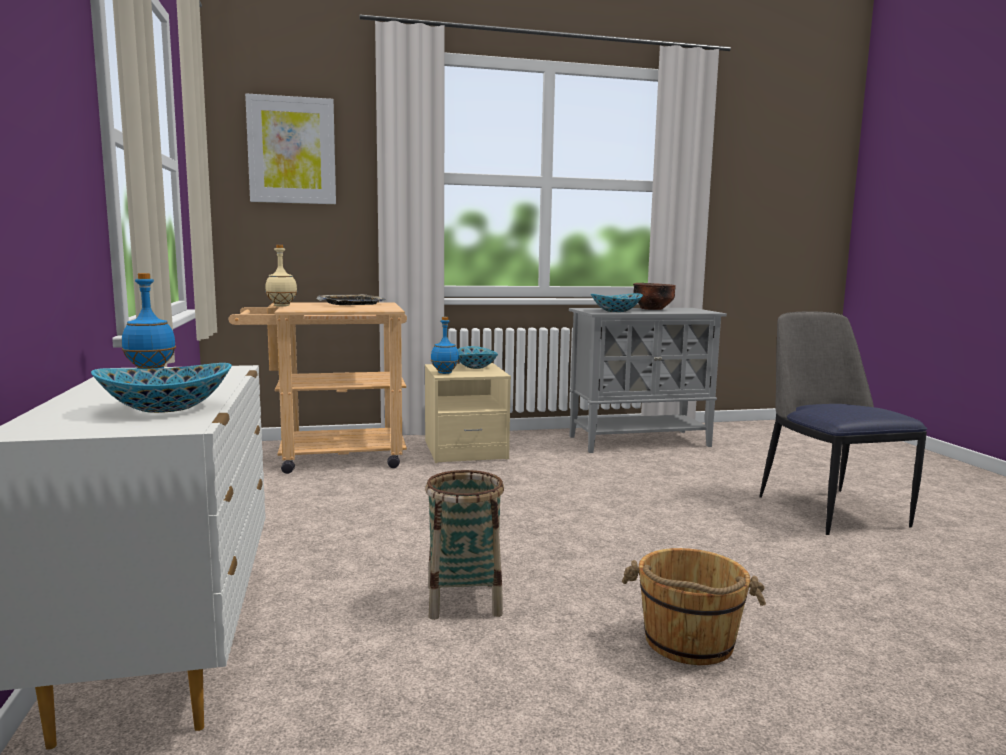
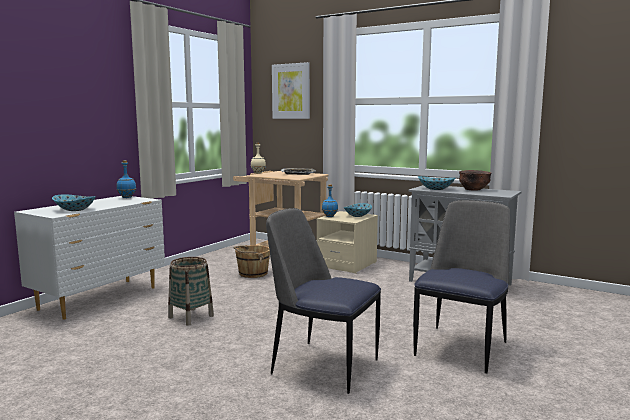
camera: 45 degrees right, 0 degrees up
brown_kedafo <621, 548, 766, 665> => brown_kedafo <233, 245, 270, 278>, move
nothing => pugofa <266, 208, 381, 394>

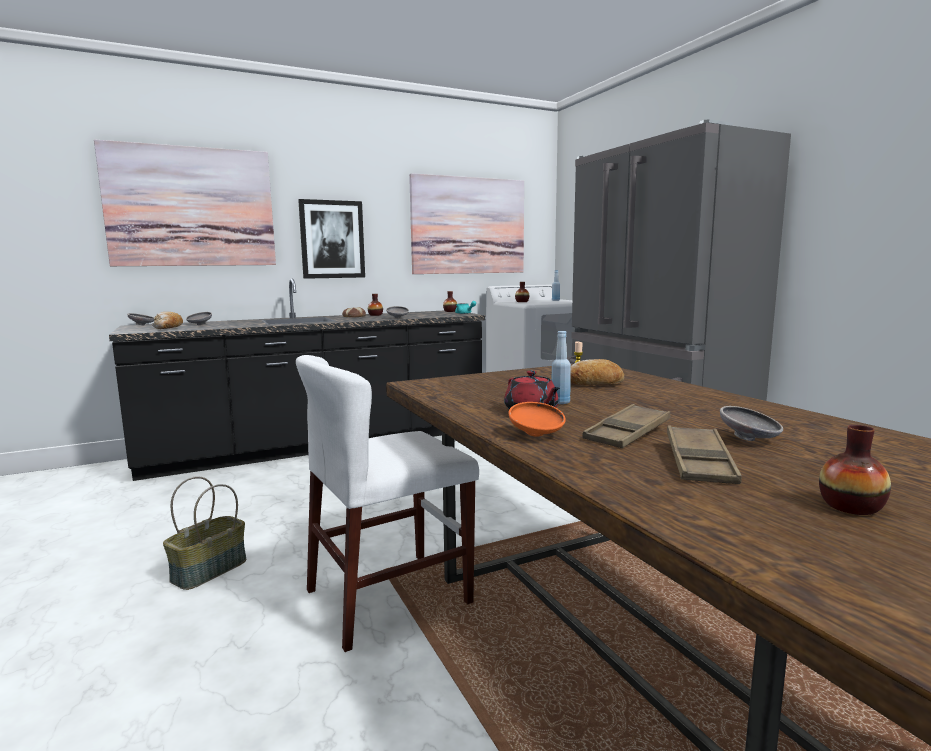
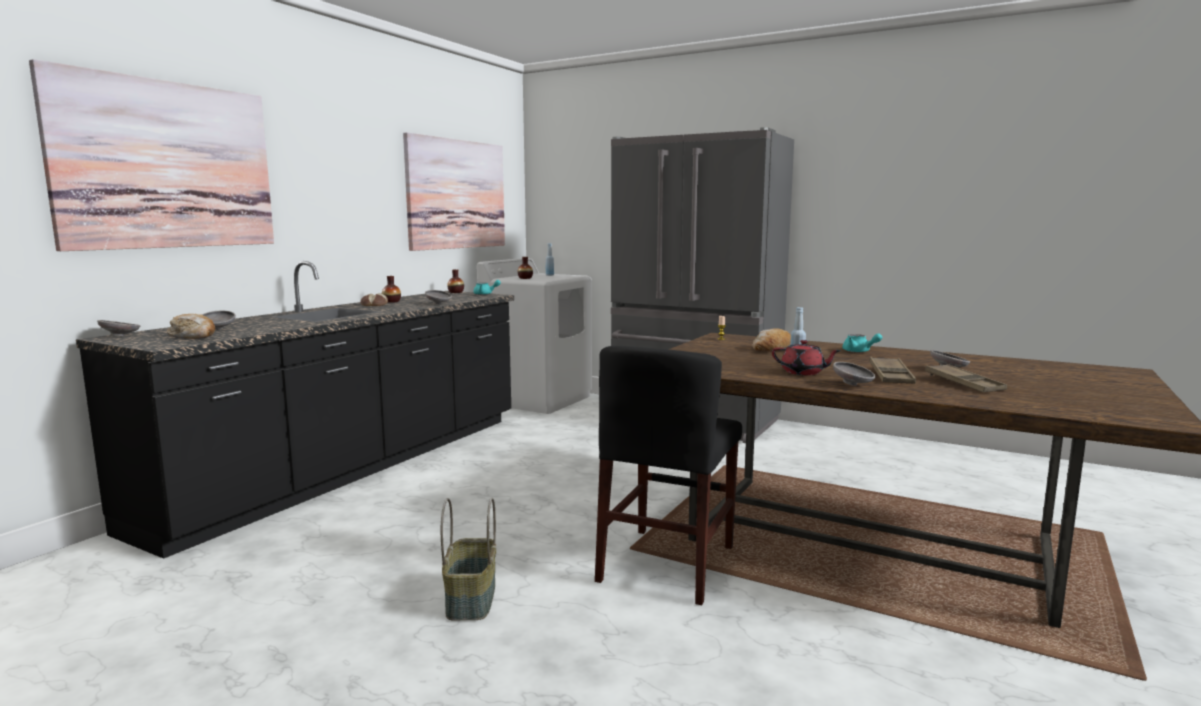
camera: 35 degrees left, 0 degrees up
white_pugofa <296, 355, 479, 652> => black_pugofa <595, 346, 742, 605>
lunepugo <298, 199, 365, 279> => nothing
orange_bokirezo <508, 402, 566, 437> => grey_bokirezo <833, 362, 876, 386>
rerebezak <819, 425, 891, 515> => nothing
nothing => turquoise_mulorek <842, 334, 882, 352>

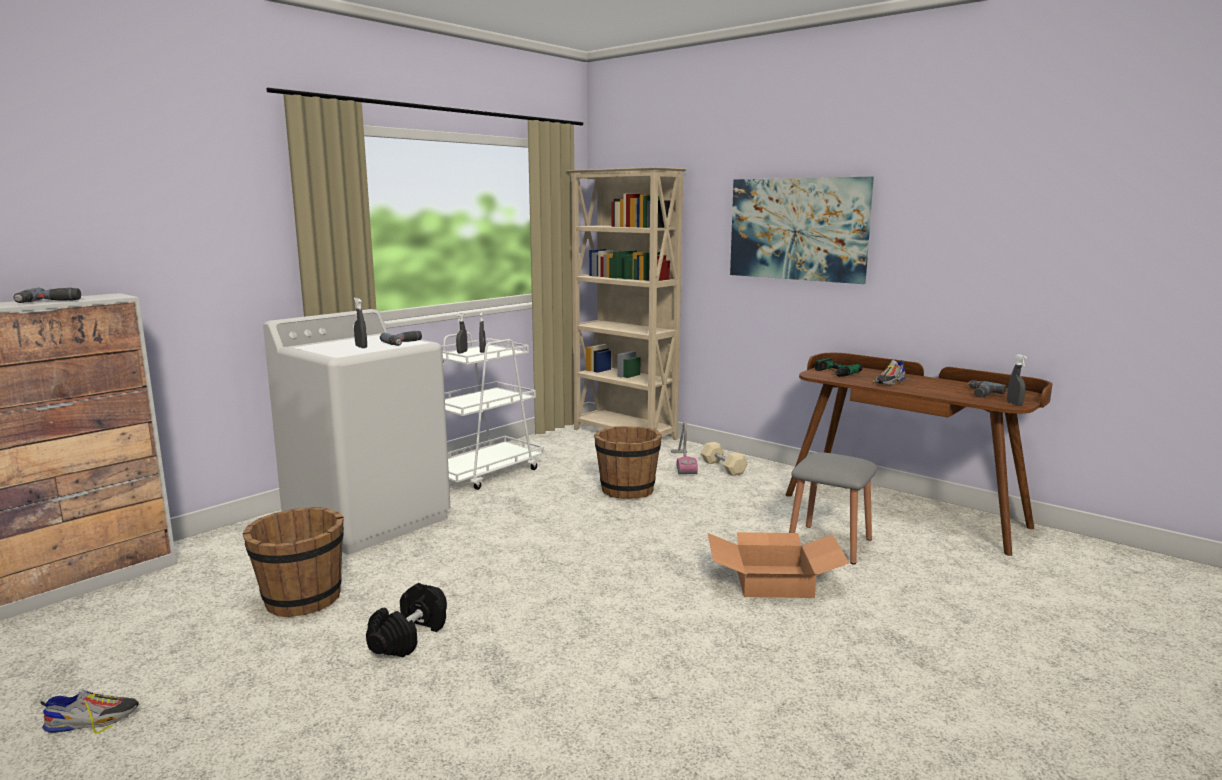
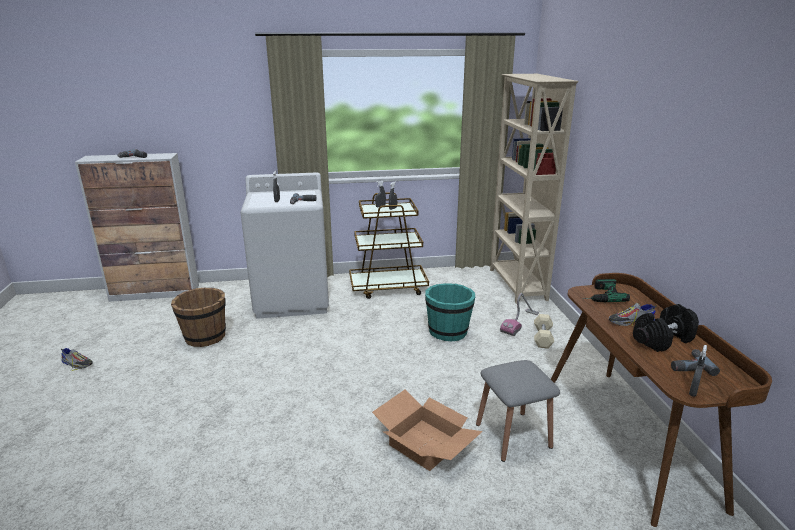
camera: 40 degrees right, 10 degrees up
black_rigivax <366, 583, 447, 658> => black_rigivax <633, 304, 699, 352>, move
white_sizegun <442, 332, 544, 490> => brown_sizegun <349, 192, 429, 299>
brown_kedafo <594, 426, 662, 499> => turquoise_kedafo <425, 283, 475, 341>
lunepugo <730, 177, 874, 284> => nothing

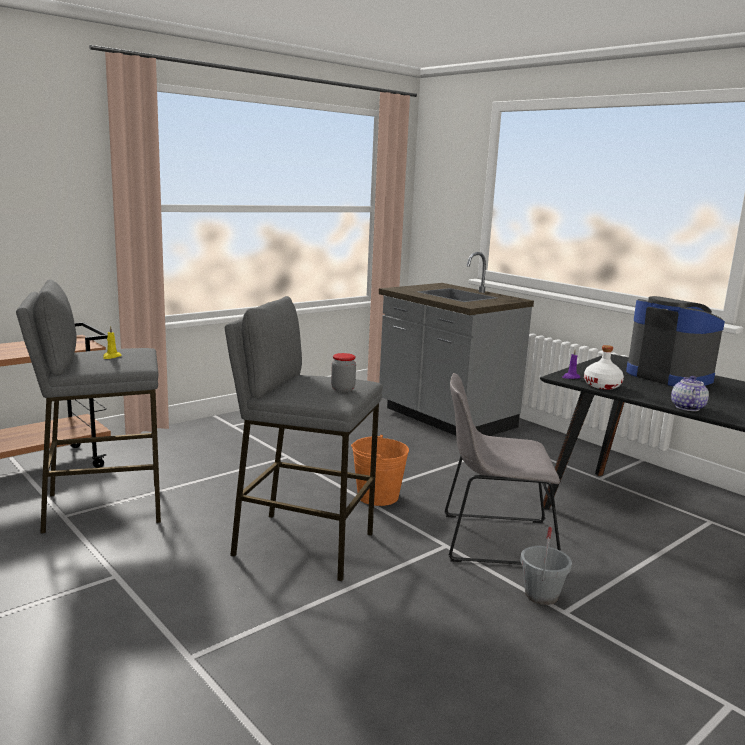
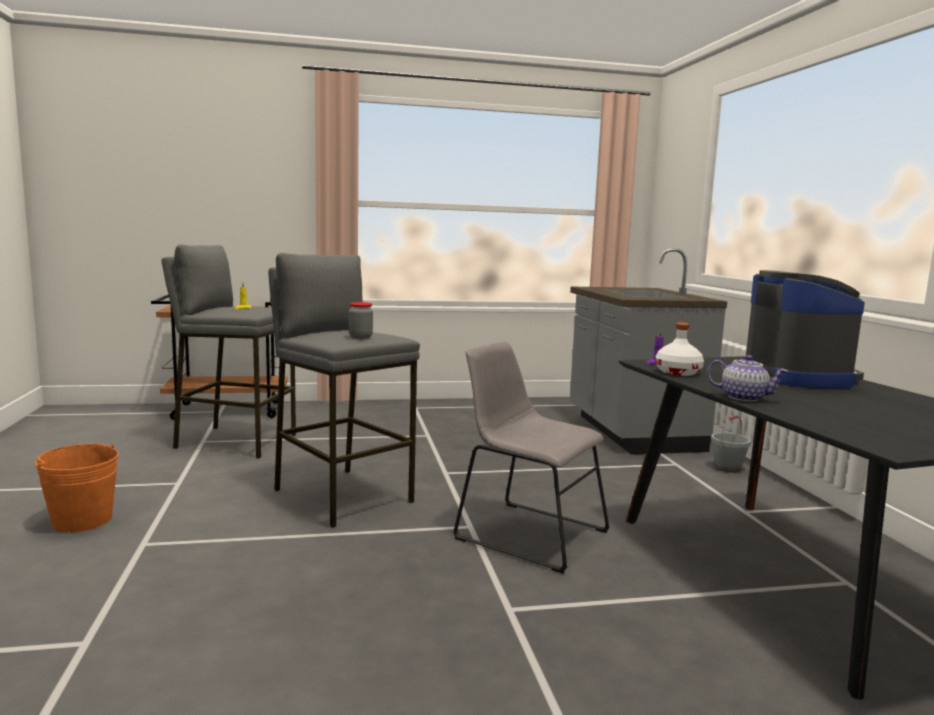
camera: 30 degrees right, 5 degrees down
orange_kedafo <351, 435, 409, 506> => orange_kedafo <35, 444, 119, 532>, move
grey_kedafo <520, 527, 572, 605> => grey_kedafo <711, 415, 751, 472>, move
mulorek <671, 376, 709, 411> => mulorek <707, 355, 788, 402>, 75 degrees clockwise

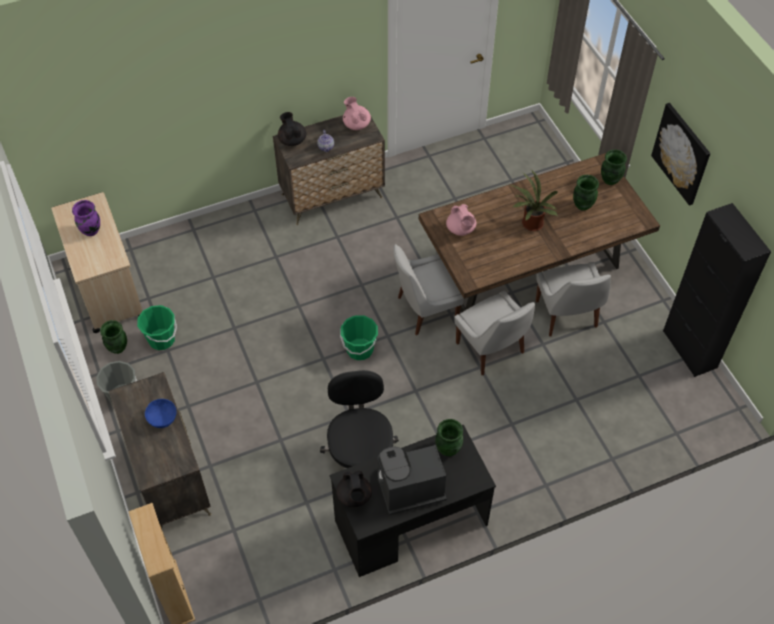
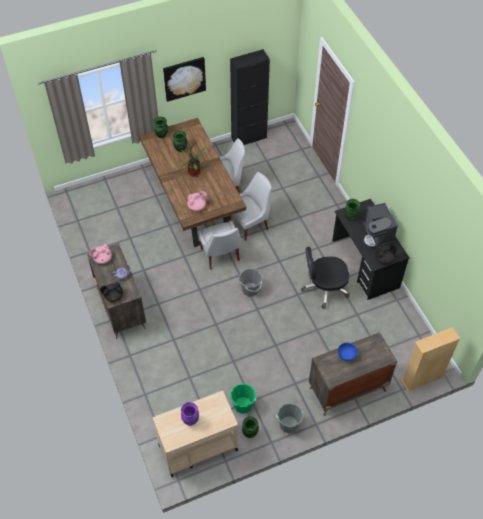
camera: 90 degrees left, 0 degrees up
green_kedafo <340, 315, 378, 360> => grey_kedafo <239, 268, 262, 296>

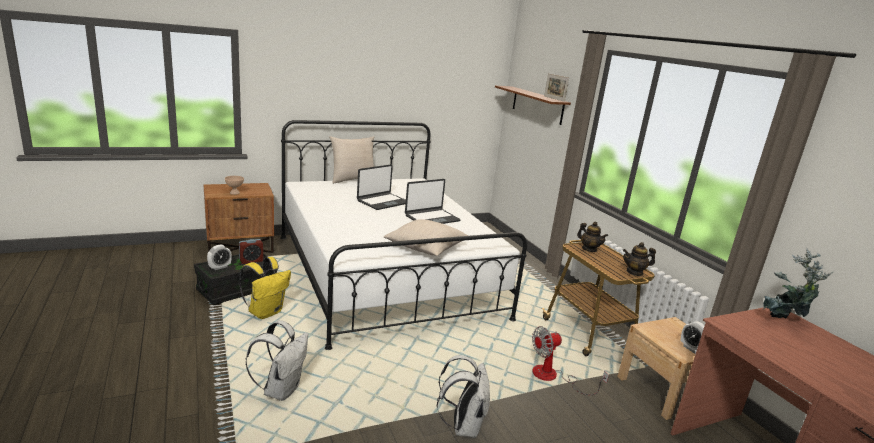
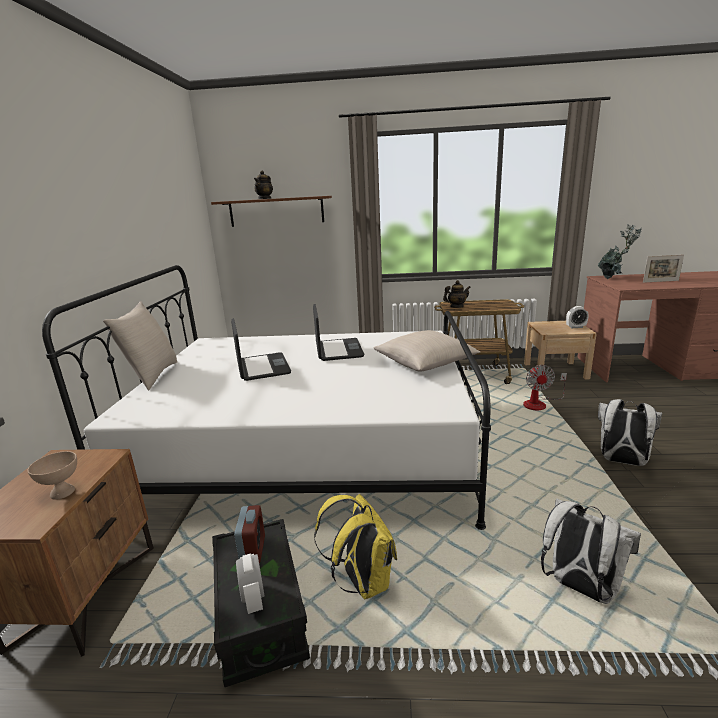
camera: 60 degrees left, 0 degrees up
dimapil <544, 73, 569, 102> => dimapil <643, 254, 684, 283>, move
mulorek <623, 242, 656, 276> => mulorek <254, 170, 273, 199>, move

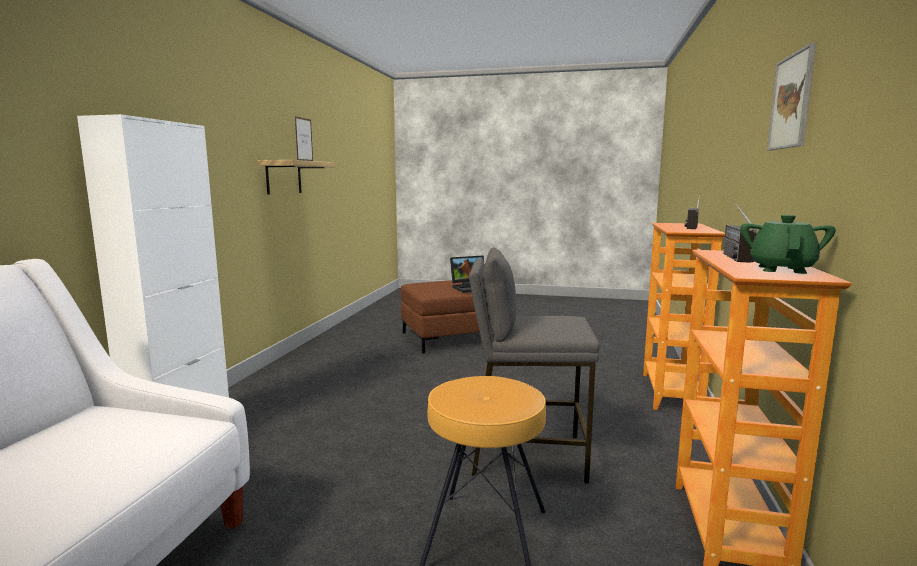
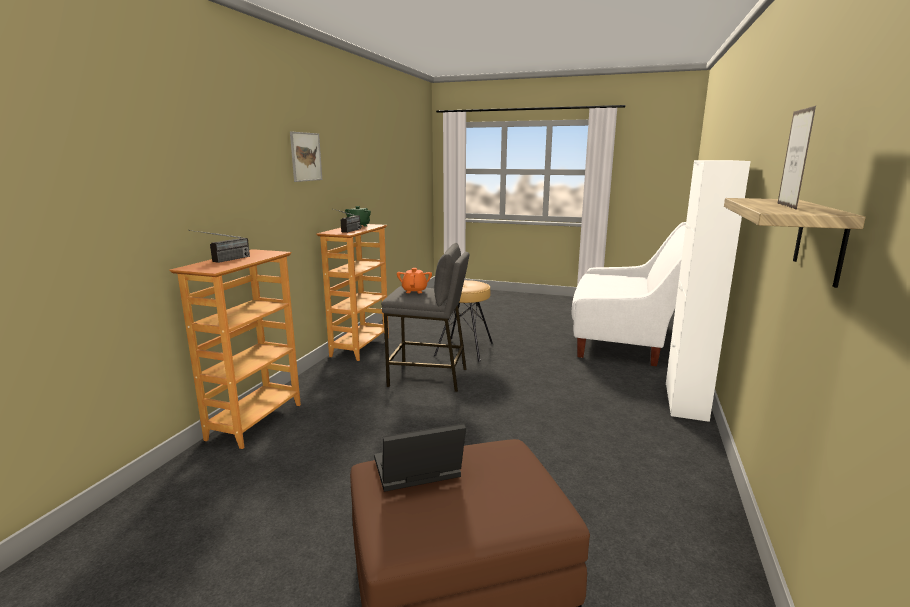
camera: 175 degrees left, 5 degrees up
nothing => orange_mulorek <397, 268, 432, 293>

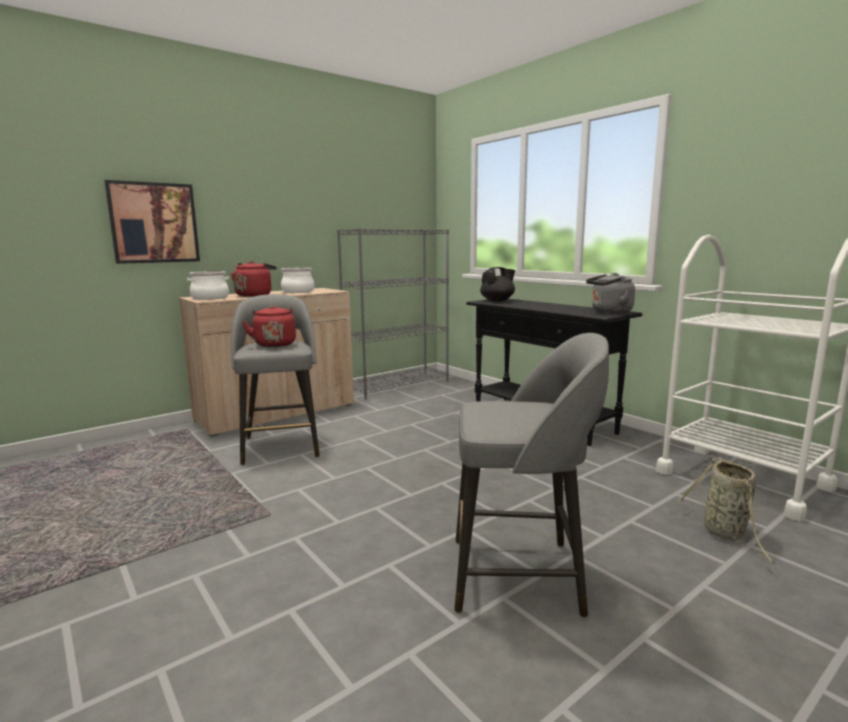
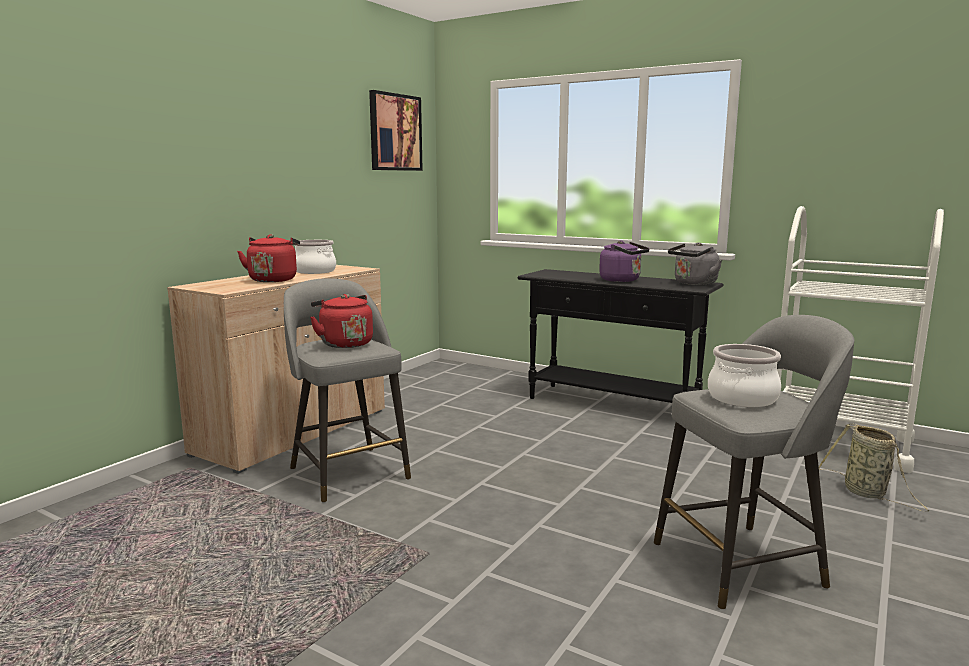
camera: 20 degrees left, 0 degrees up
lunepugo <104, 180, 200, 264> => lunepugo <369, 90, 423, 171>, move
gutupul <187, 271, 229, 300> => gutupul <708, 344, 781, 407>, move
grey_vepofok <337, 229, 449, 400> => nothing
black_mulorek <480, 267, 515, 301> => nothing
nothing => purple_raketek <599, 241, 650, 282>

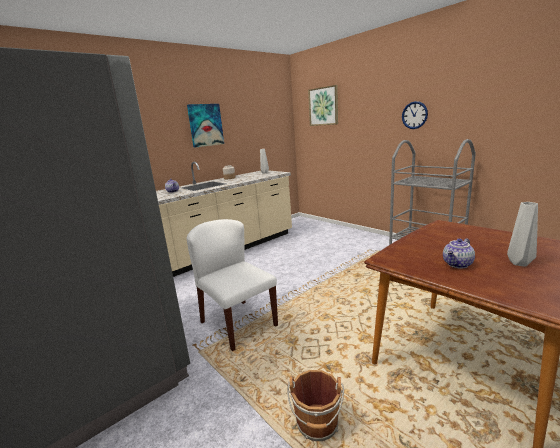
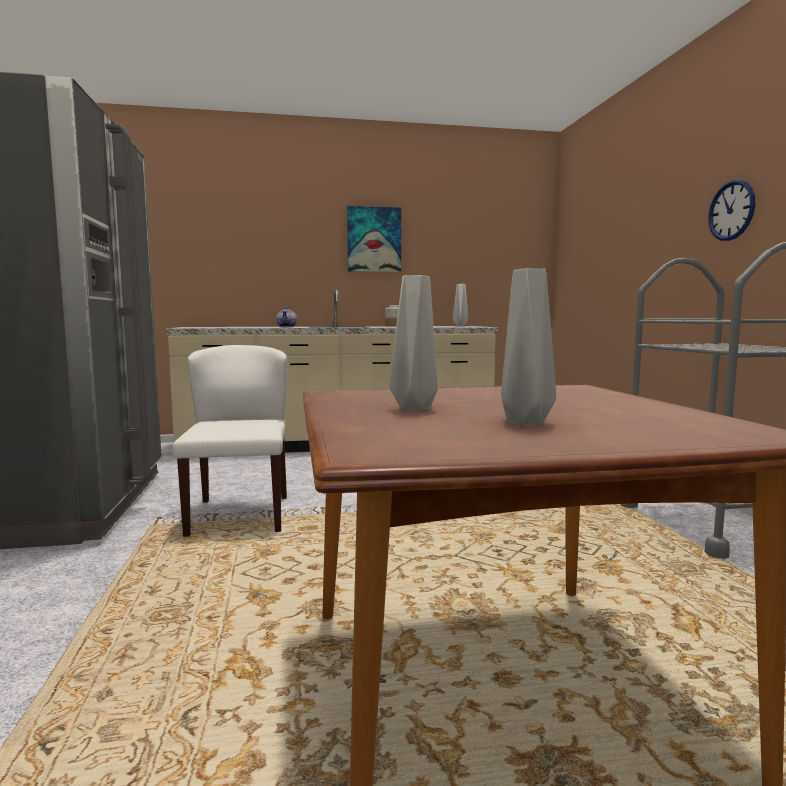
camera: 30 degrees right, 10 degrees down
brown_kedafo <287, 370, 344, 441> => nothing
lunepugo <308, 85, 338, 126> => nothing
mulorek <443, 238, 475, 268> => grey_rerebezak <390, 275, 438, 411>

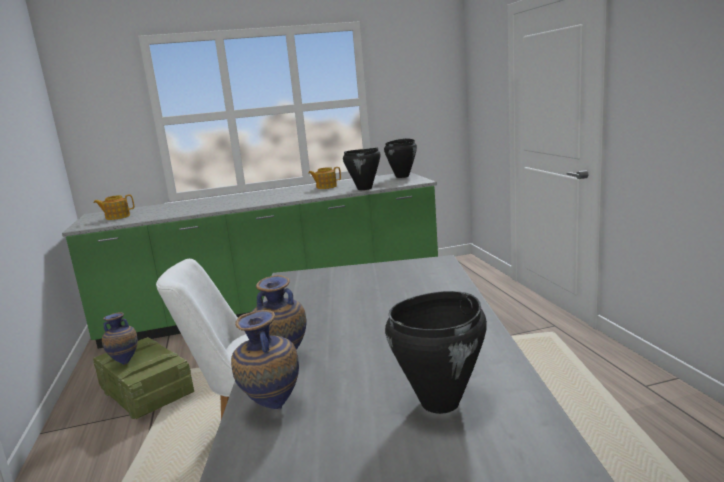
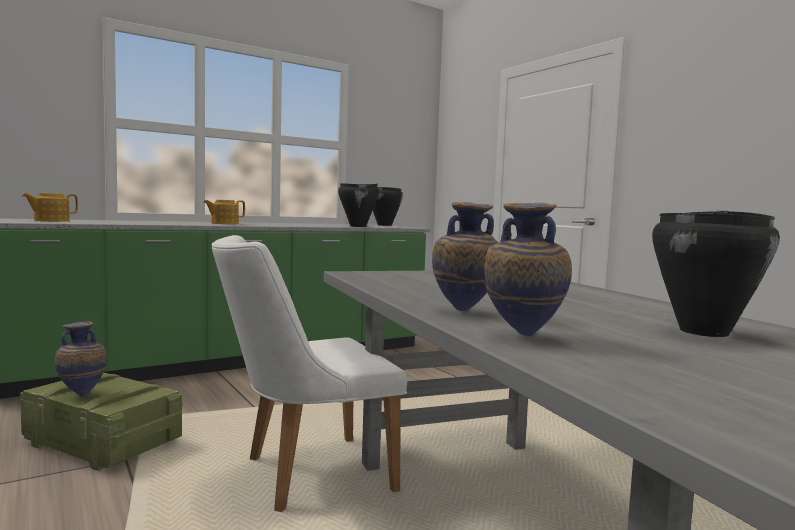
camera: 20 degrees left, 10 degrees down
mulorek <308, 167, 341, 189> => mulorek <203, 200, 245, 224>, move

